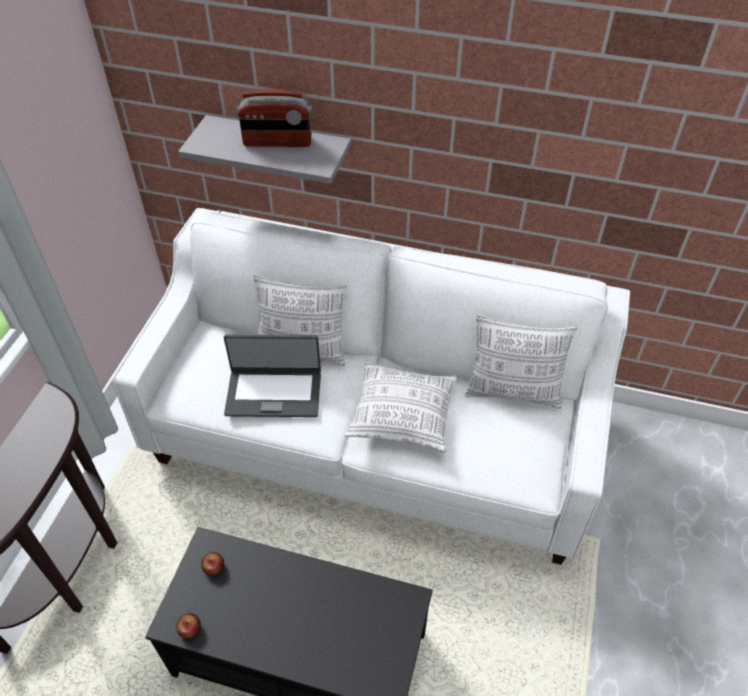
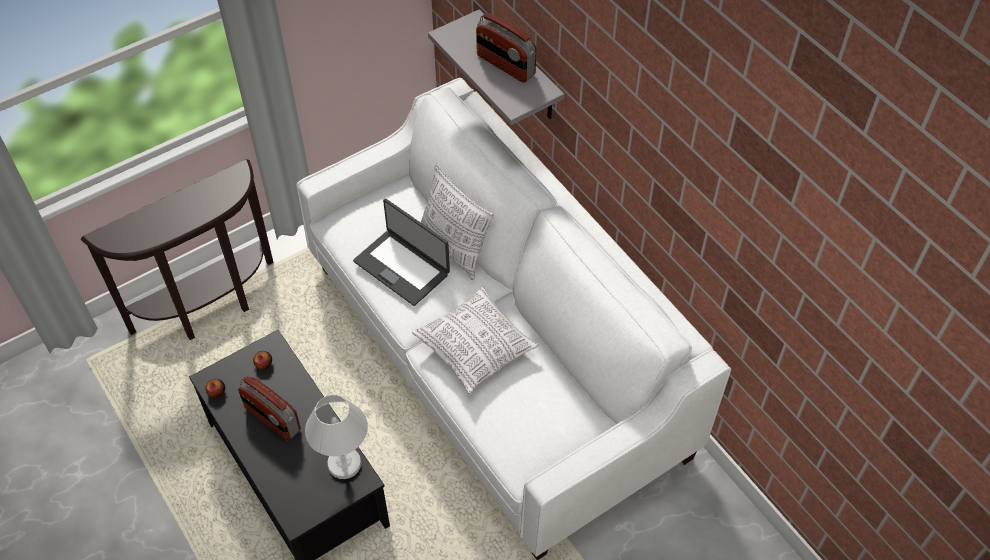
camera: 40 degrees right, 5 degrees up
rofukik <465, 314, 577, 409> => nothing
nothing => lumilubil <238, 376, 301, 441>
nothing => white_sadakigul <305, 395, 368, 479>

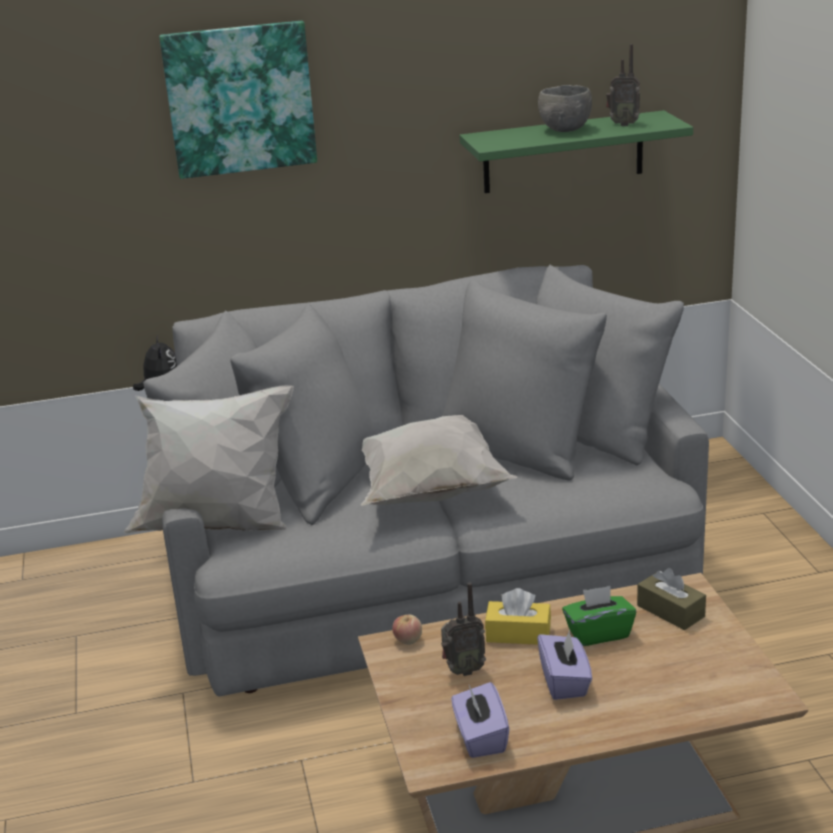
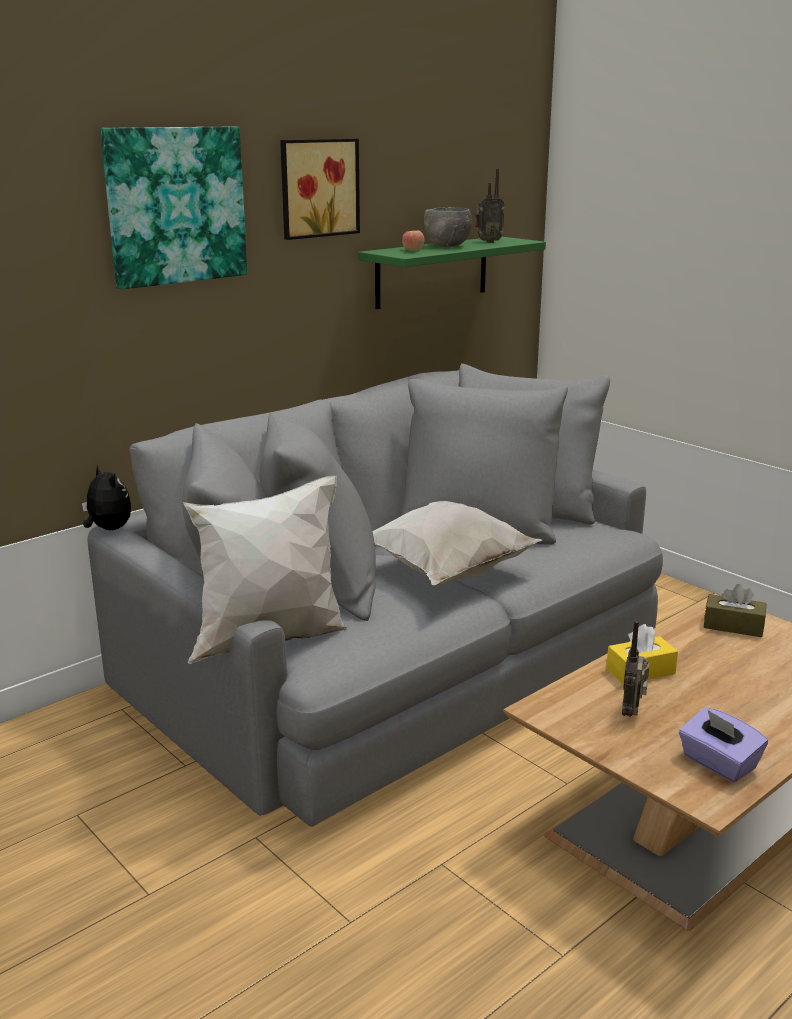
camera: 30 degrees left, 5 degrees down
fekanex <392, 615, 422, 645> => fekanex <402, 230, 424, 251>, move
lumilubil <441, 583, 486, 676> => lumilubil <622, 621, 650, 717>, 150 degrees clockwise
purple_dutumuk <537, 630, 592, 700> => nothing
green_dutumuk <562, 586, 636, 646> => nothing
nothing => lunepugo <280, 139, 360, 240>

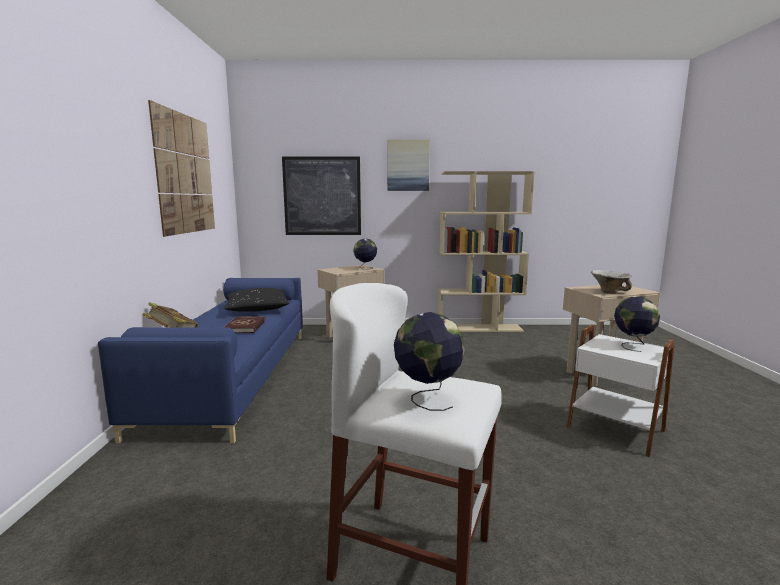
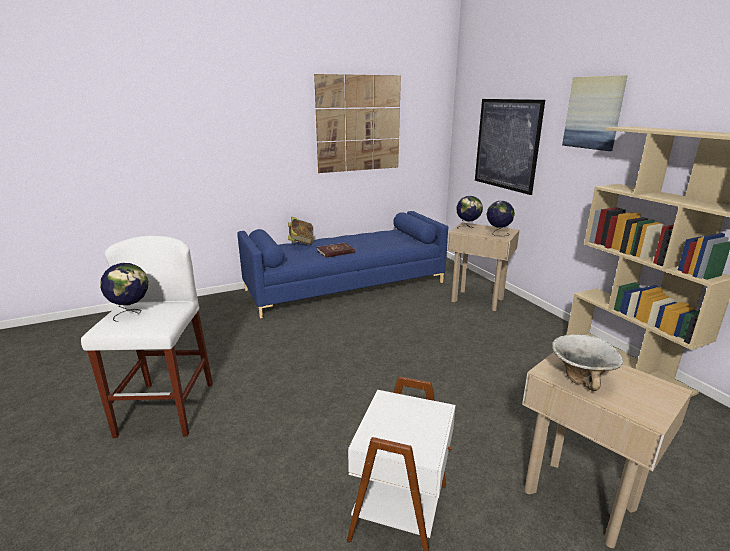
camera: 65 degrees right, 10 degrees up
black_rofukik <224, 288, 289, 312> => nothing
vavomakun <614, 296, 660, 352> => vavomakun <457, 196, 483, 228>, move

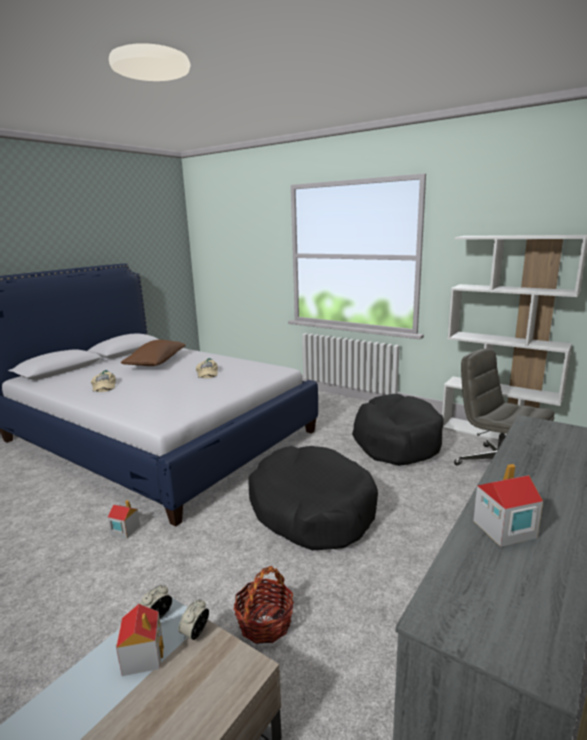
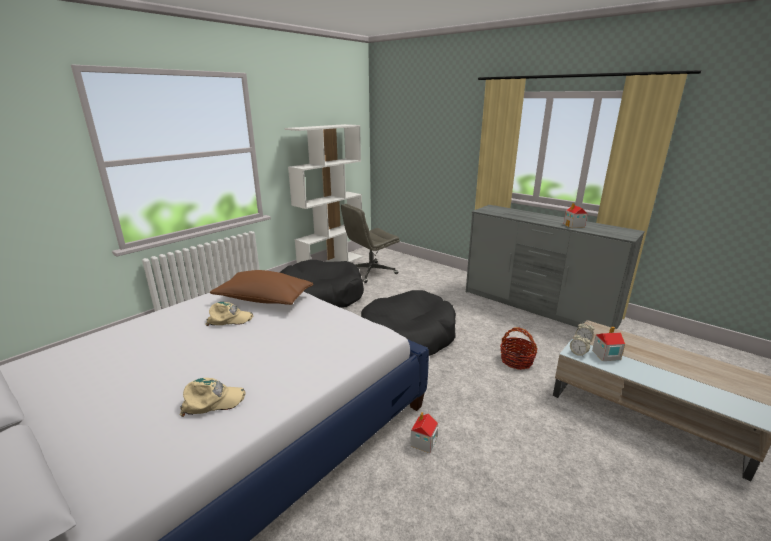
camera: 85 degrees left, 5 degrees up
brown_rofukik <121, 340, 186, 366> => brown_rofukik <210, 270, 313, 305>, move

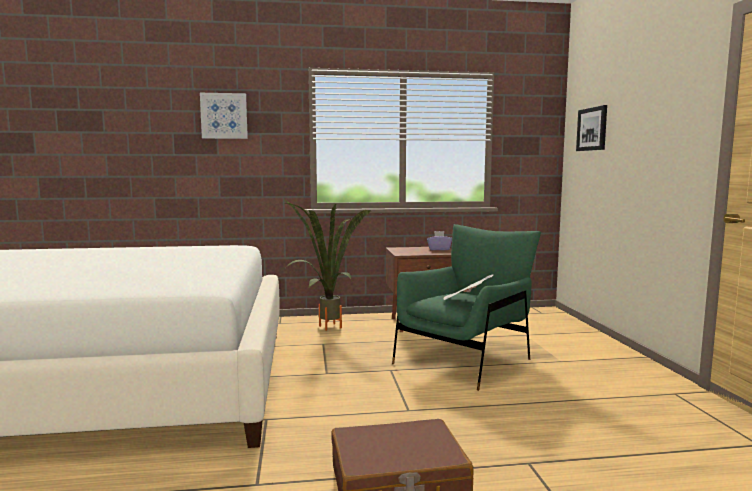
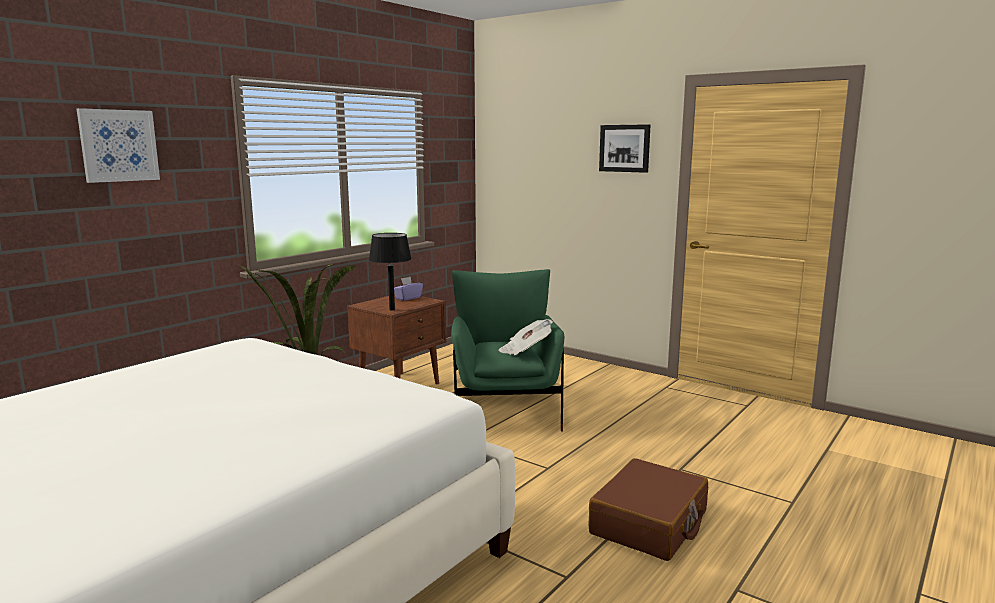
camera: 45 degrees left, 5 degrees up
lunepugo <576, 105, 607, 151> => lunepugo <599, 124, 651, 173>, move
nothing => black_sadakigul <369, 233, 412, 311>

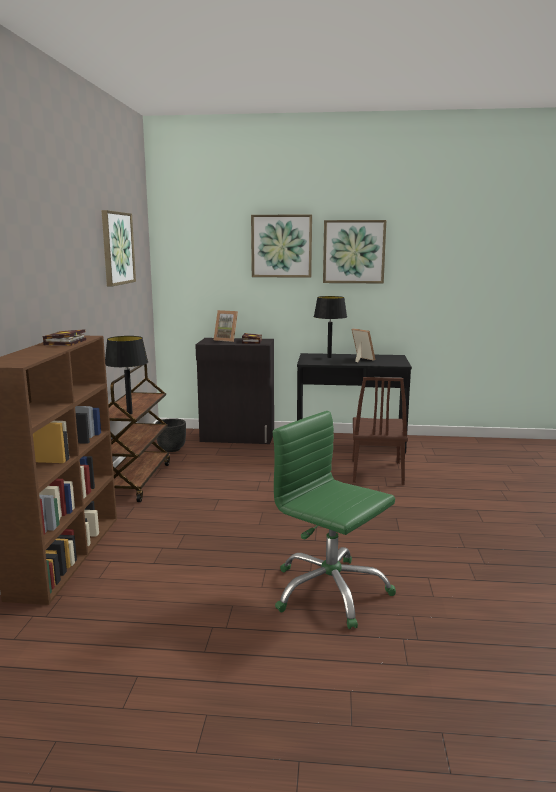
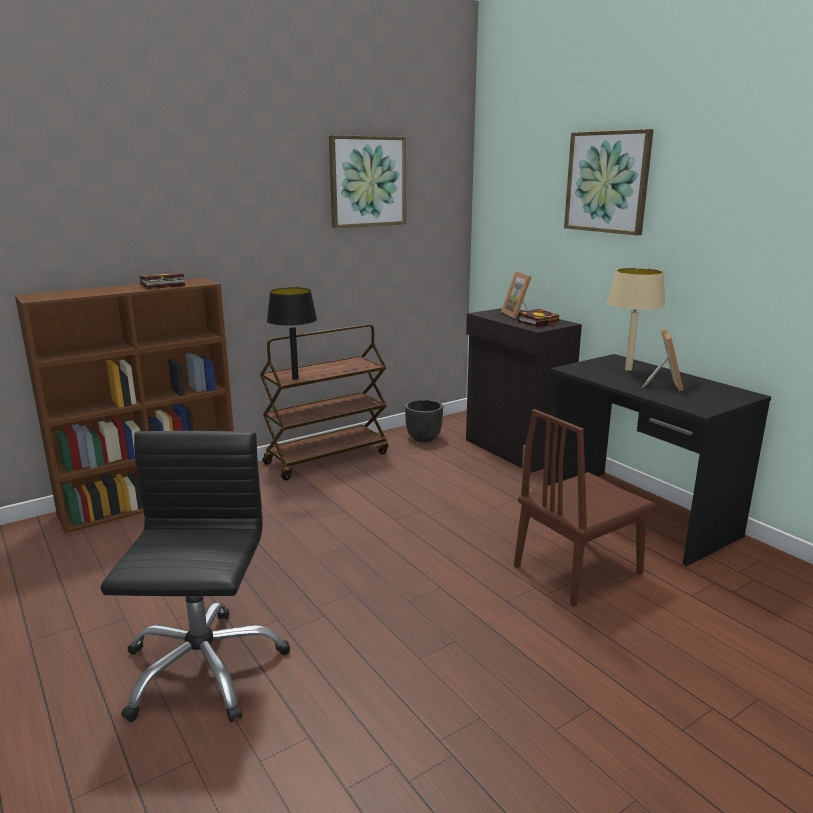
camera: 50 degrees right, 5 degrees up
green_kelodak <273, 411, 396, 629> => black_kelodak <100, 431, 290, 722>
black_sadakigul <314, 296, 347, 358> => beige_sadakigul <607, 268, 666, 371>
lunepugo <323, 220, 386, 283> => nothing

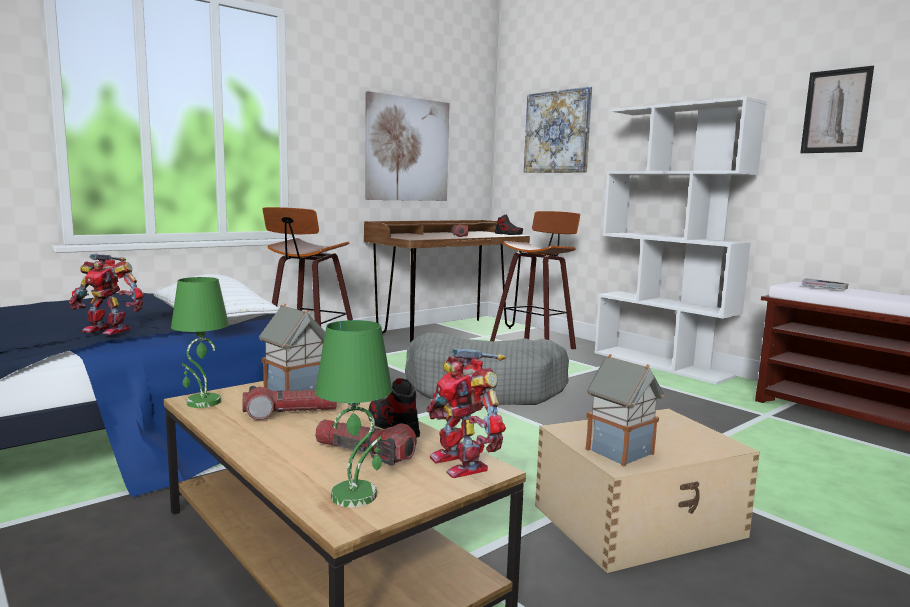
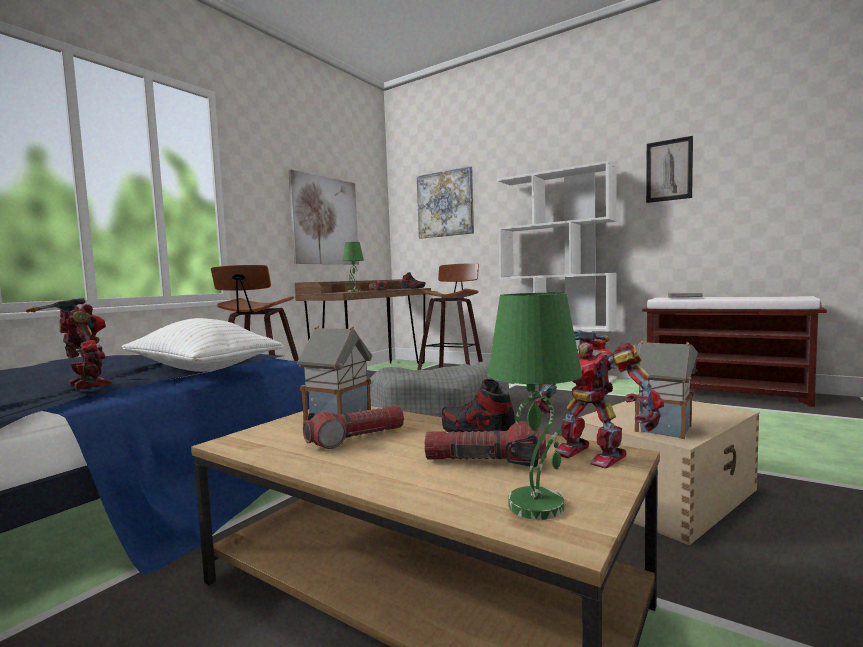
camera: 15 degrees left, 5 degrees down
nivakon <69, 254, 144, 335> => nivakon <26, 297, 112, 389>, 135 degrees counterclockwise
green_sadakigul <171, 277, 229, 408> => green_sadakigul <343, 242, 364, 292>, move

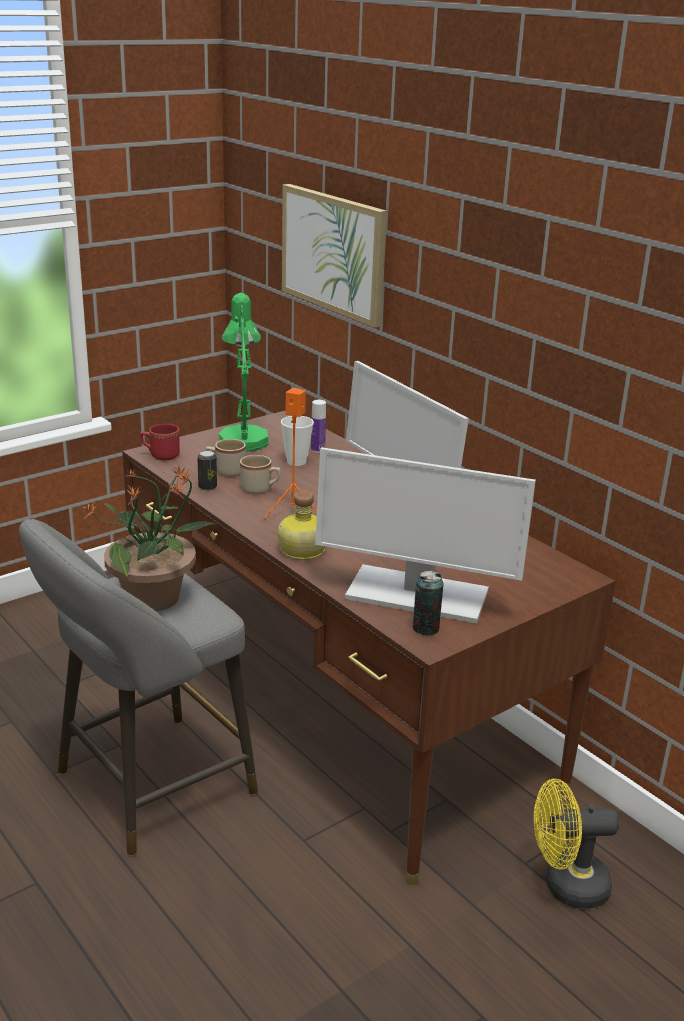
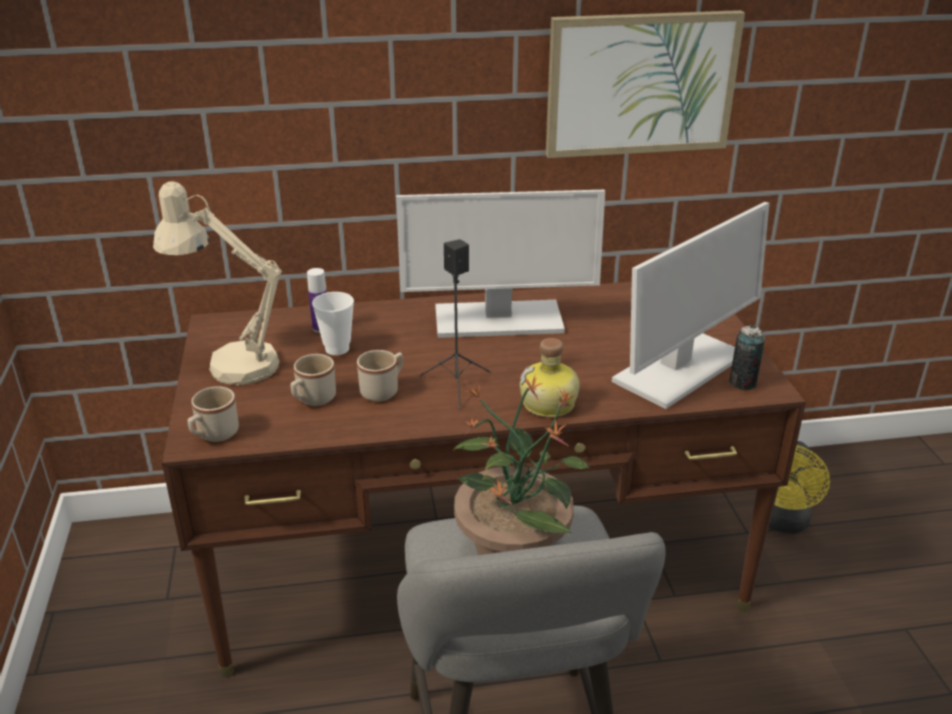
camera: 60 degrees left, 5 degrees up
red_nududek <140, 424, 180, 460> => beige_nududek <188, 386, 239, 442>
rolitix <197, 450, 217, 491> => nothing
green_sadakigul <219, 292, 269, 452> => beige_sadakigul <153, 181, 282, 385>
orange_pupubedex <262, 387, 317, 520> => black_pupubedex <419, 239, 492, 410>
lunepugo <282, 184, 387, 328> => lunepugo <546, 10, 745, 158>, move

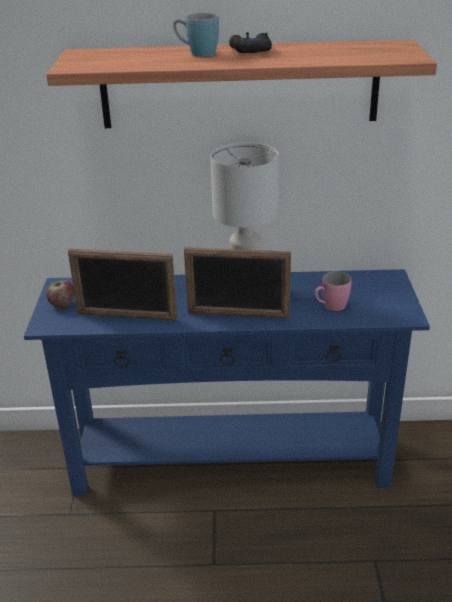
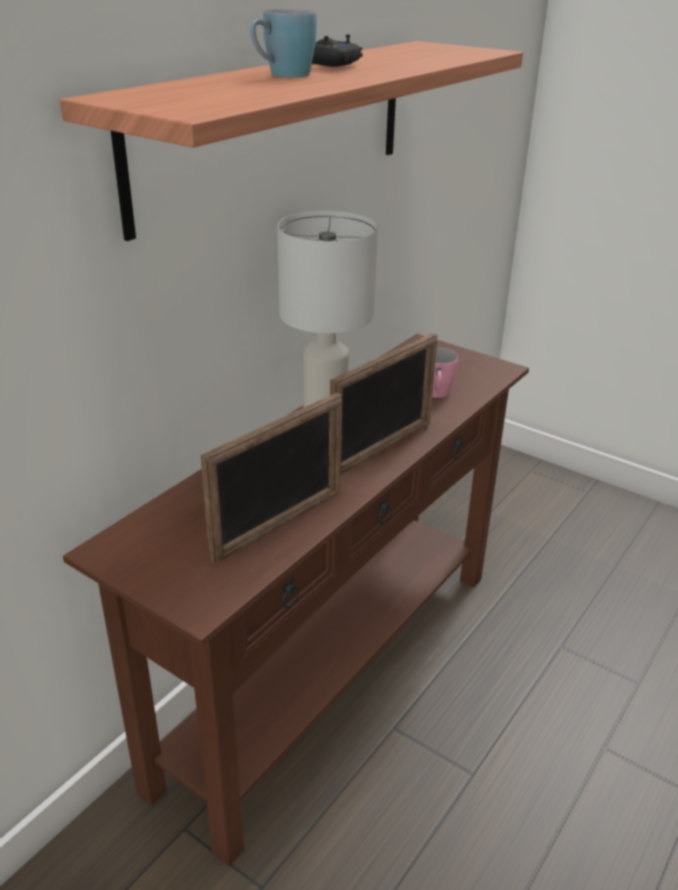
camera: 55 degrees left, 0 degrees up
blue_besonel <24, 269, 430, 496> => brown_besonel <63, 334, 529, 866>
fekanex <46, 280, 75, 308> => nothing

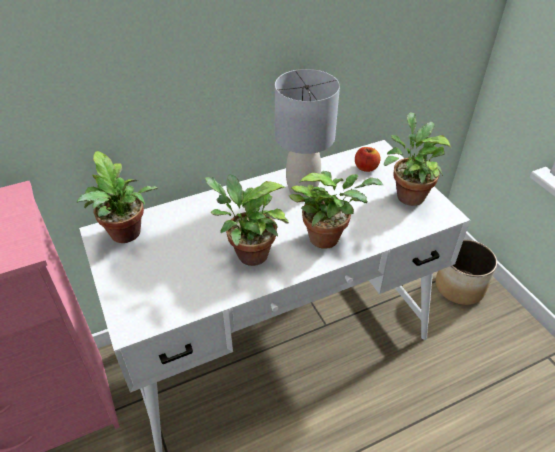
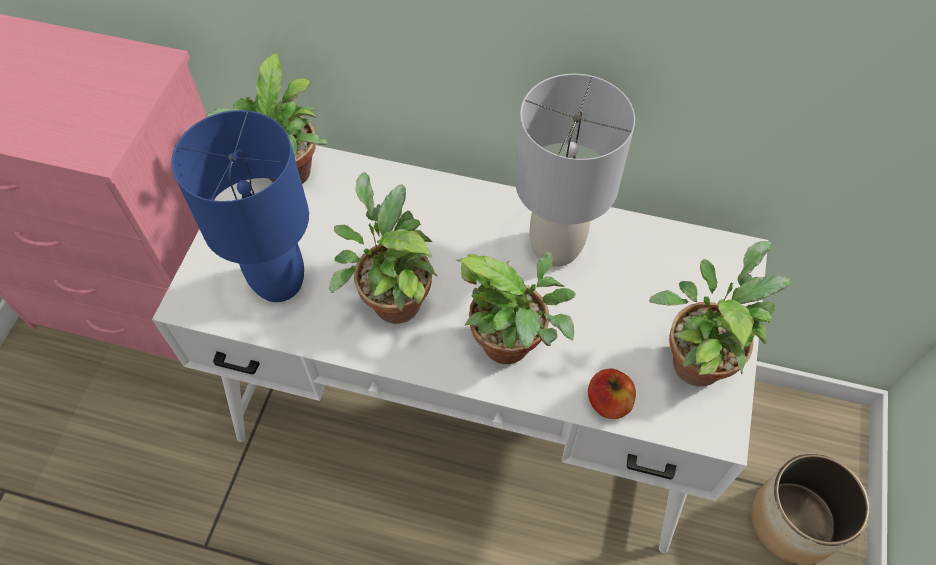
camera: 40 degrees right, 15 degrees up
fekanex <355, 147, 381, 172> => fekanex <588, 368, 636, 419>, move
nothing => blue_sadakigul <171, 110, 309, 302>

